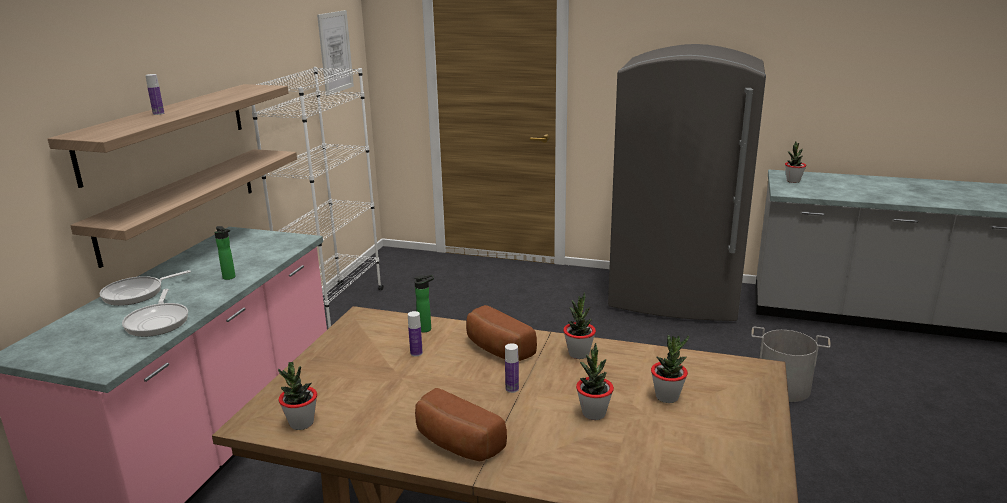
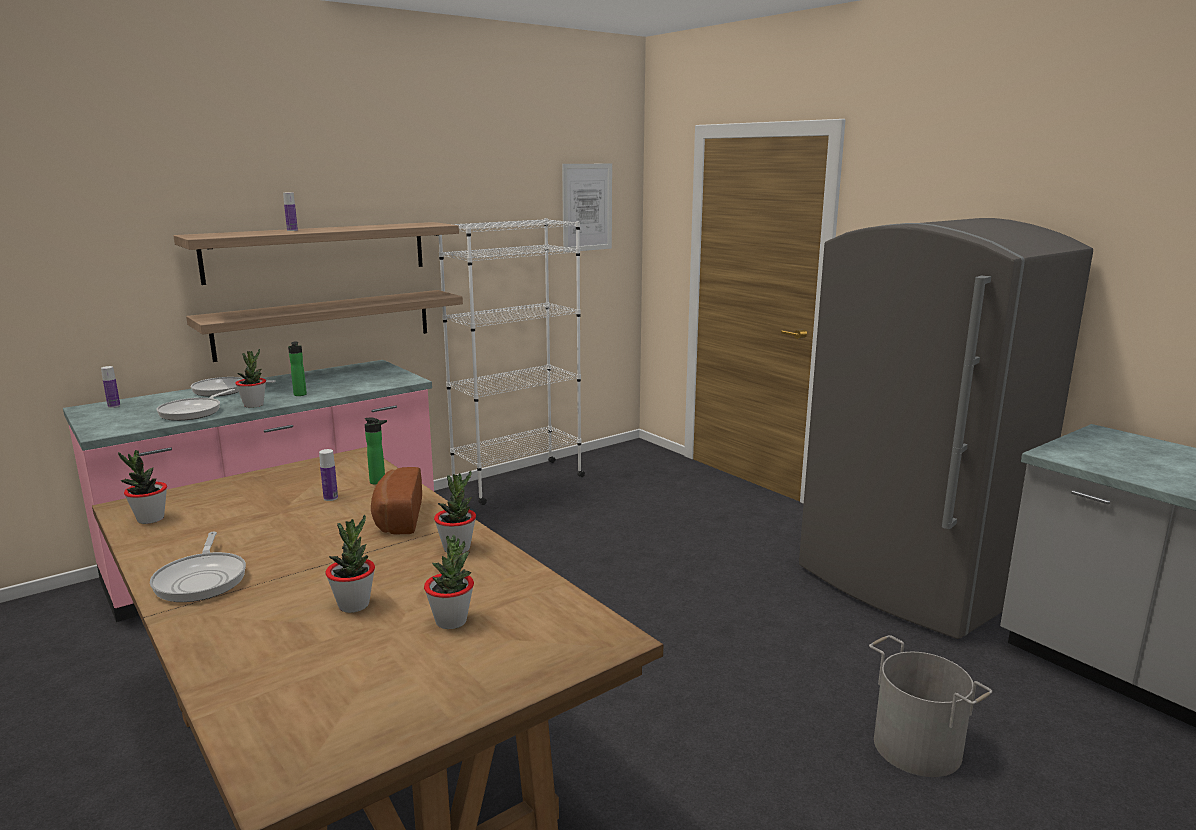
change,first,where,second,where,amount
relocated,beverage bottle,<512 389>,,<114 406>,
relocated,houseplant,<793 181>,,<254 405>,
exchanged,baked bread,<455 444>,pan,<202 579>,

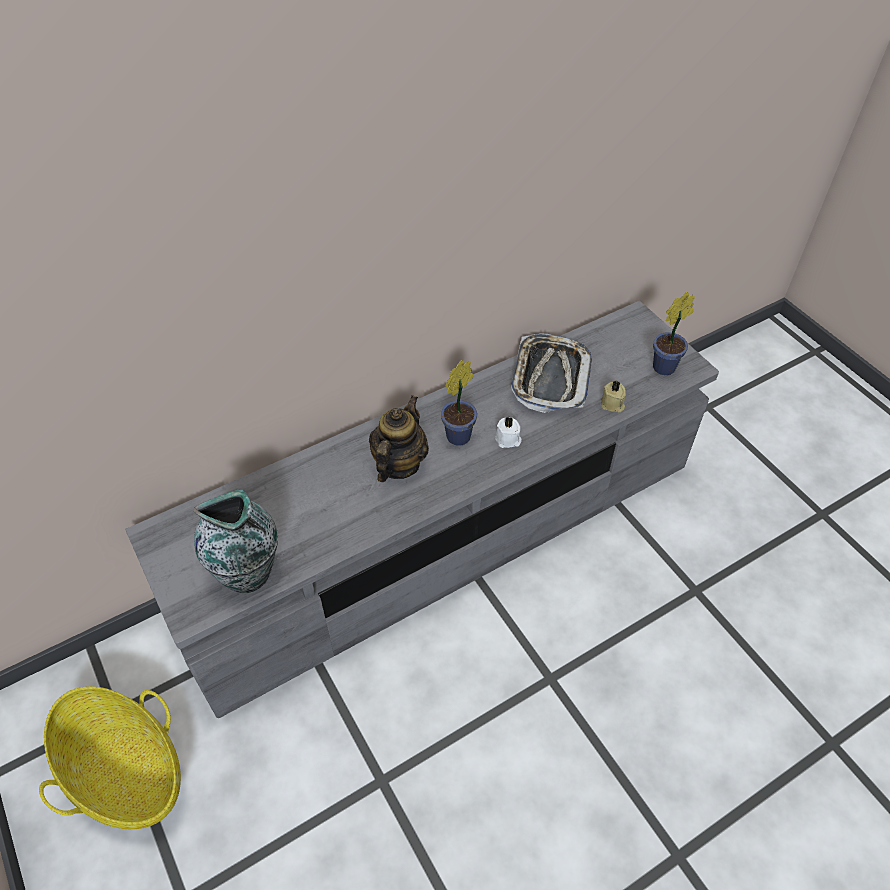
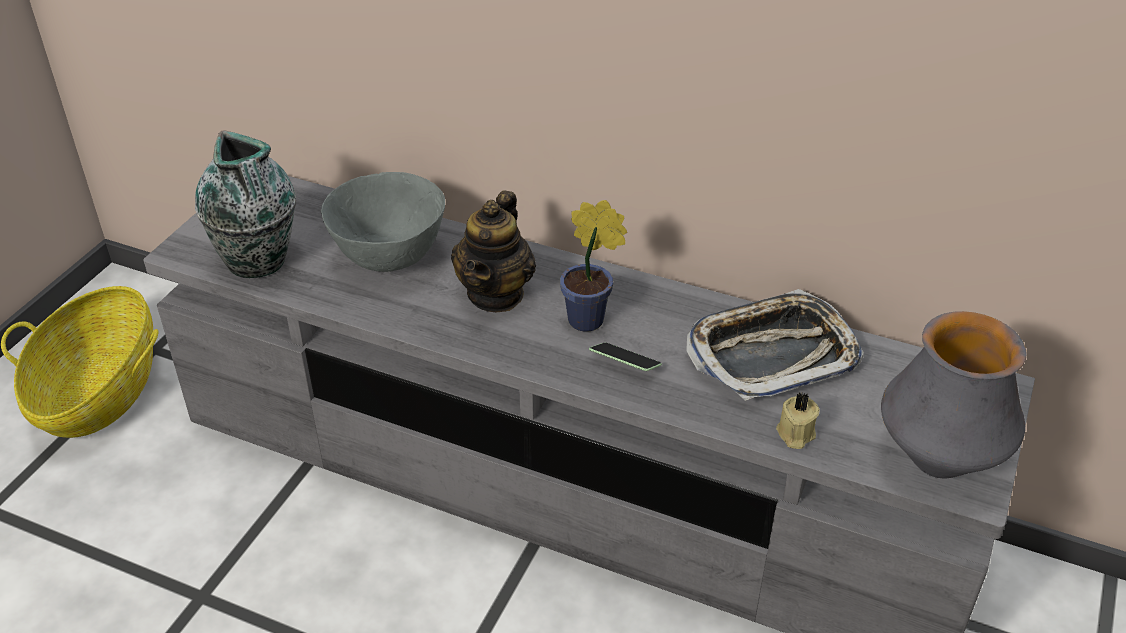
change,first,where,second,where,amount
appeared,,,gray deep dish,<389 258>,
exchanged,white-coloured candle,<508 440>,handset,<624 364>,
exchanged,houseplant,<666 366>,flower vase,<937 461>,
spun,tea pot,<398 464>,,<496 294>,120 degrees clockwise

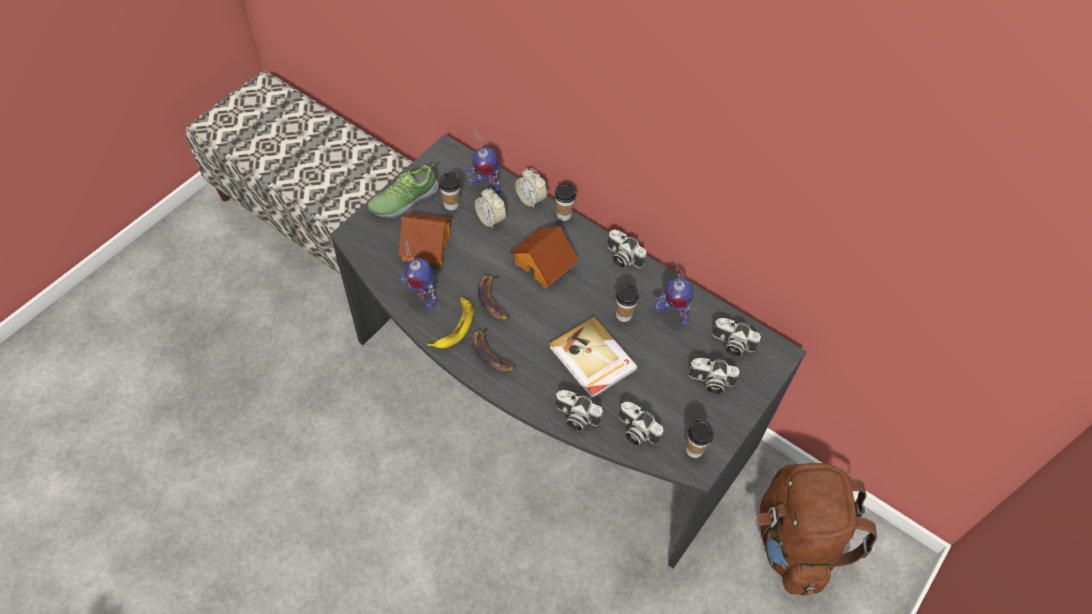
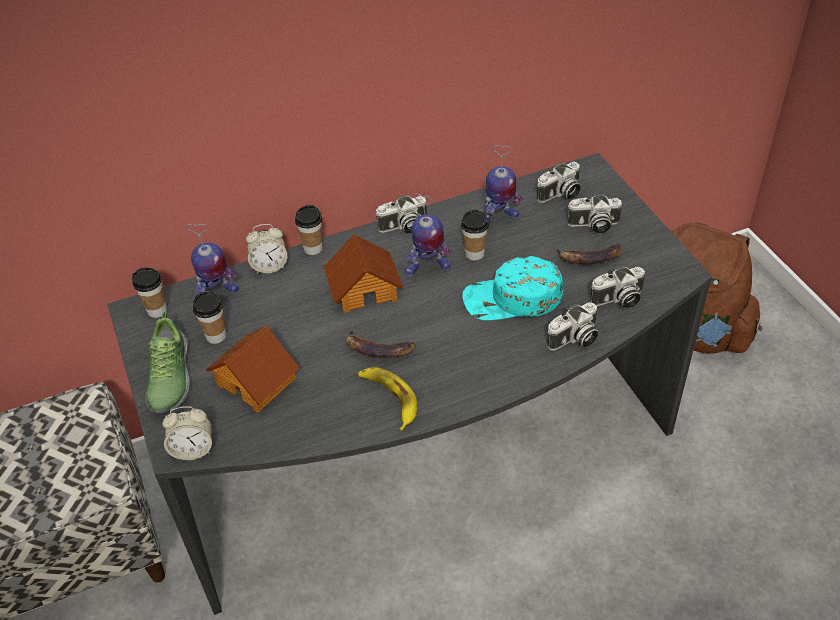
change,first,where,second,where,amount
relocated,model robot,<422 295>,,<427 268>,
relocated,banana fruit,<491 353>,,<589 258>,
relocated,table clock,<490 219>,,<193 449>,
relocated,drinking cup,<694 450>,,<157 310>,
exchanged,book,<592 360>,turquoise-coloured cap,<512 298>,
spun,still camera,<710 382>,,<593 225>,45 degrees clockwise

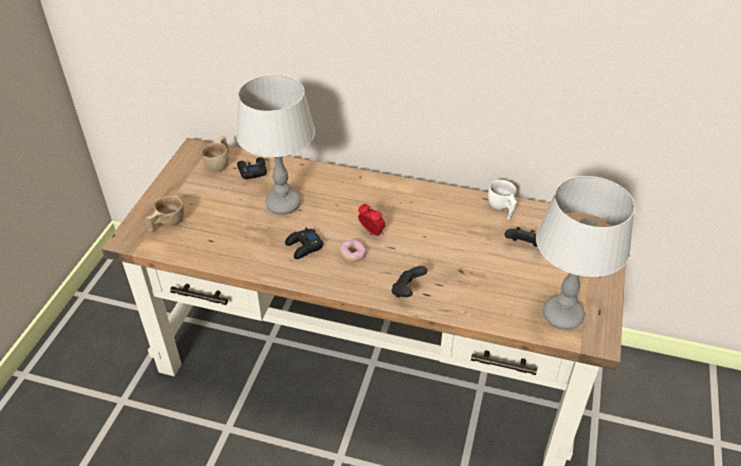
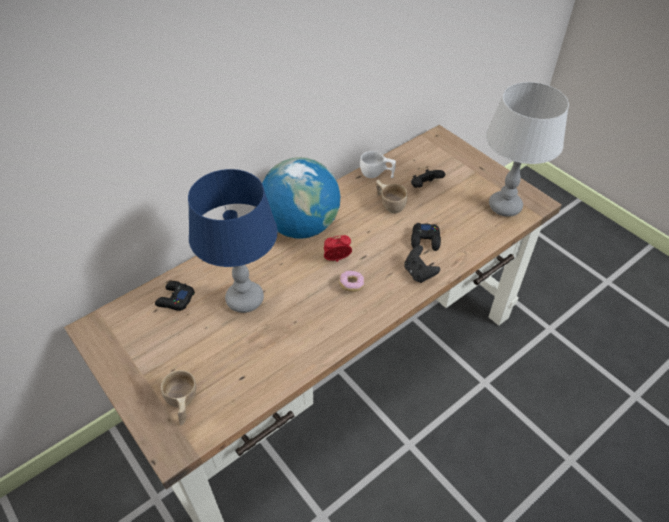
change,first,where,second,where,amount
appeared,,,globe,<301 226>,
relocated,sand-coloured drinking cup,<220 163>,,<389 204>,
relocated,black-coloured joypad,<304 247>,,<425 240>,
colour,gray table lamp,<283 204>,bluish table lamp,<244 299>,

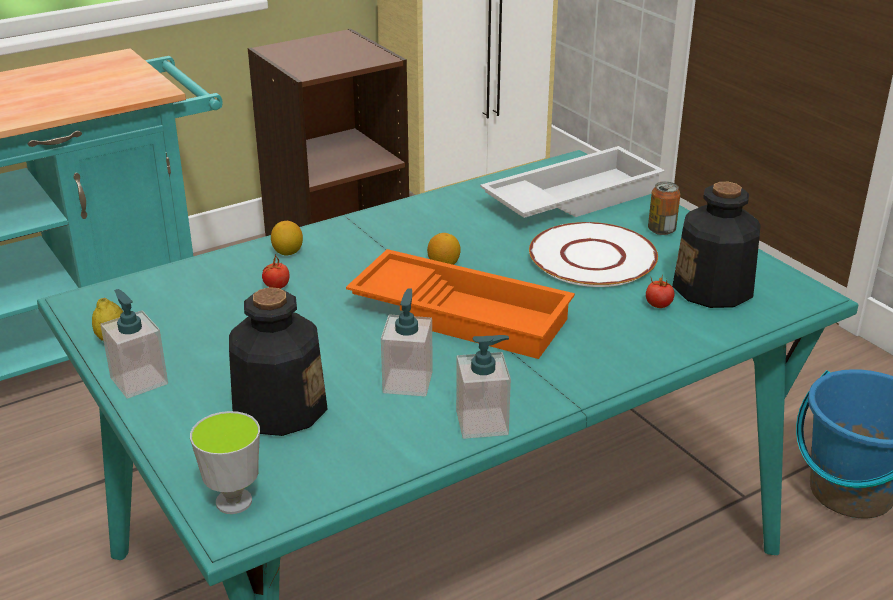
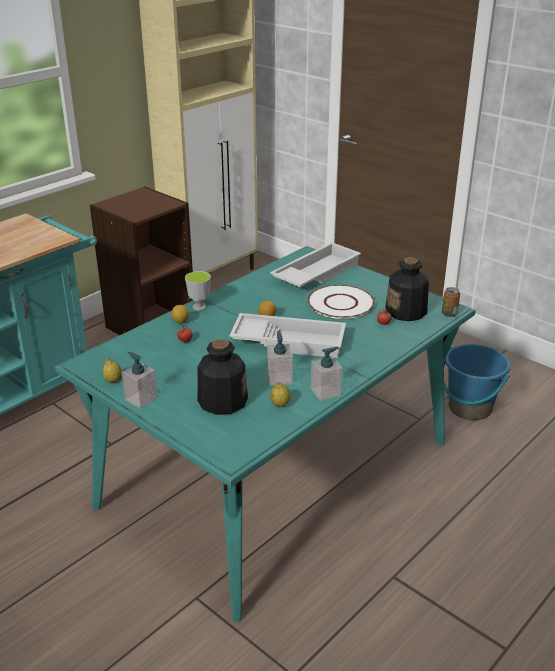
change,first,where,second,where,amount
appeared,,,whole lemon,<280 404>,
relocated,drinking cup,<234 501>,,<199 307>,
relocated,can,<661 230>,,<449 314>,
colour,orangey tray,<463 313>,white-coloured tray,<289 341>,

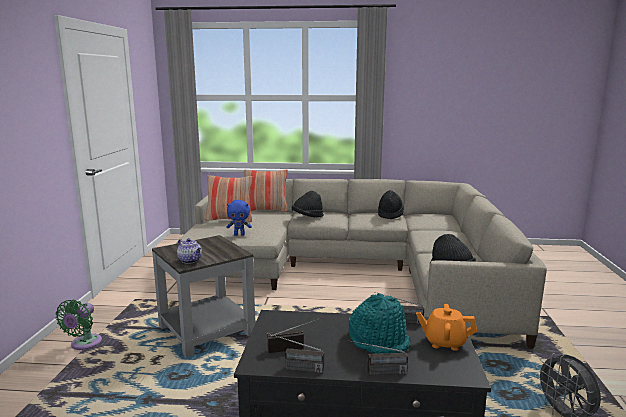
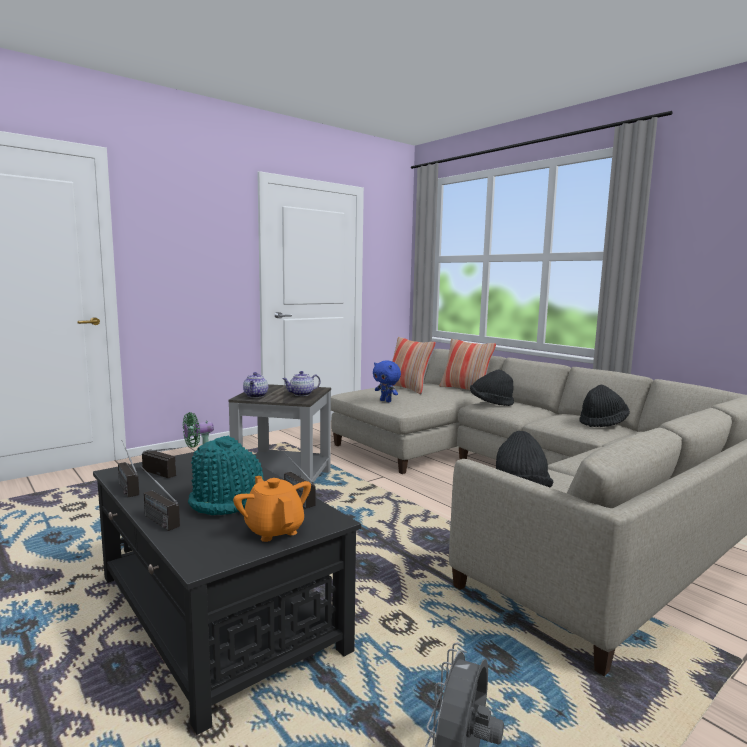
change,first,where,second,where,amount
appeared,,,tea pot,<301 394>,

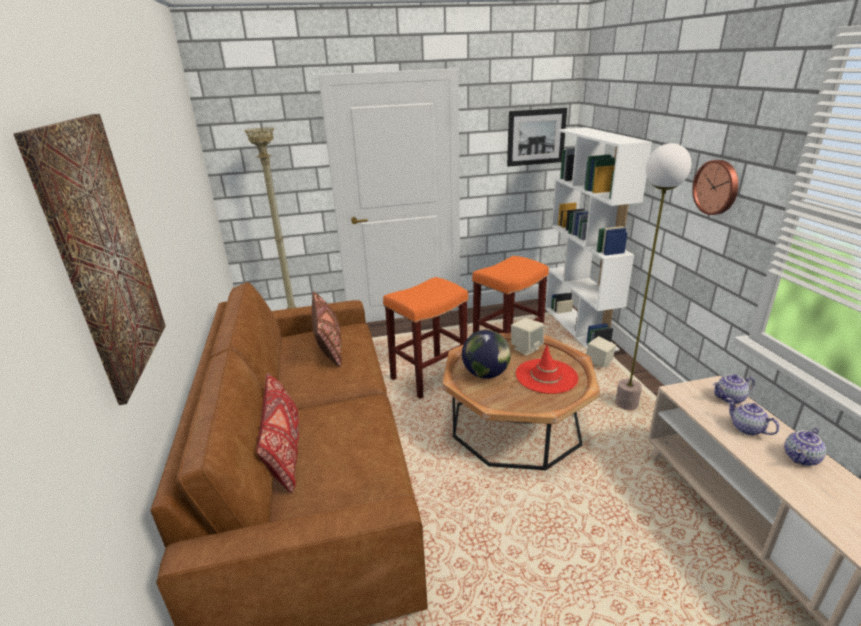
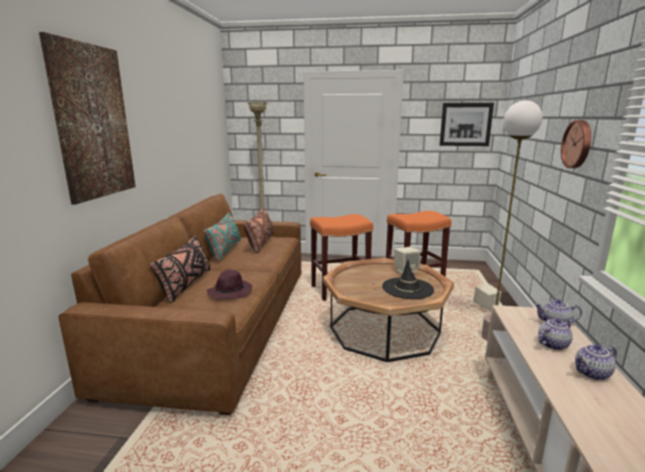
change,first,where,second,where,amount
missing,globe,<486 374>,,,
missing,white-coloured shelving unit,<580 328>,,,
appeared,,,turquoise-coloured pillow,<225 250>,
appeared,,,purplish clothing hat,<230 291>,
colour,red-coloured pillow,<284 451>,black-coloured pillow,<185 285>,
colour,red-coloured clothing hat,<546 376>,black-coloured clothing hat,<407 288>,
spun,tea pot,<746 428>,,<552 344>,75 degrees clockwise

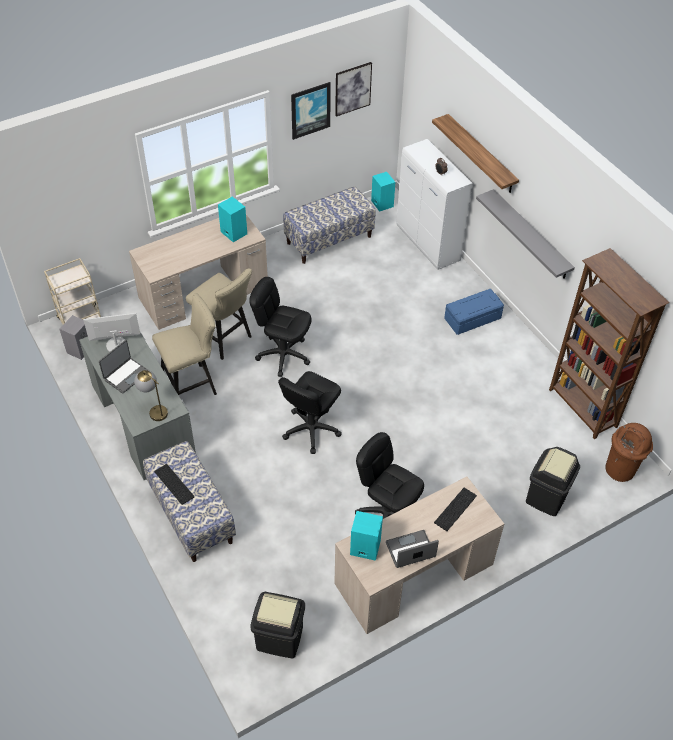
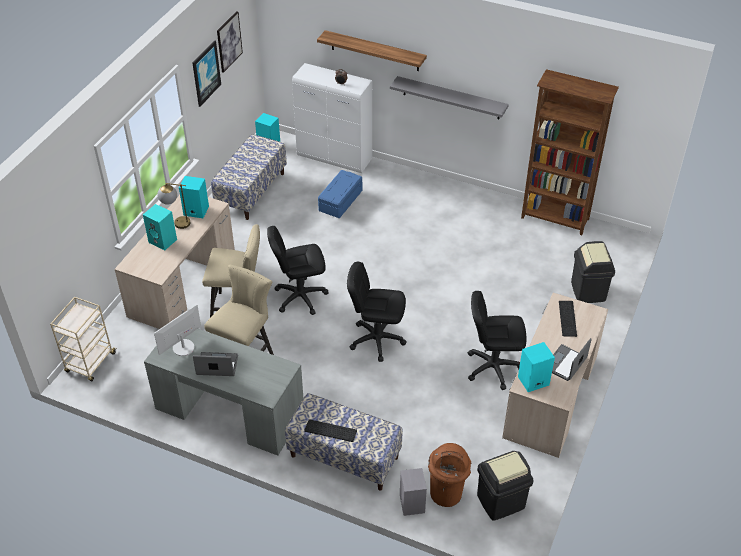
change,first,where,second,where,amount
appeared,,,turquoise-coloured speaker,<163 241>,
relocated,gray speaker,<80 349>,,<411 503>,
relocated,table lamp,<154 410>,,<176 223>,
relocated,bluish storage bin,<472 318>,,<340 200>,
relocated,brown-coloured rubbish bin,<620 470>,,<446 493>,
spun,notebook computer,<126 375>,,<217 366>,90 degrees counterclockwise
spun,black-coloured desk chair,<311 429>,,<377 339>,105 degrees clockwise

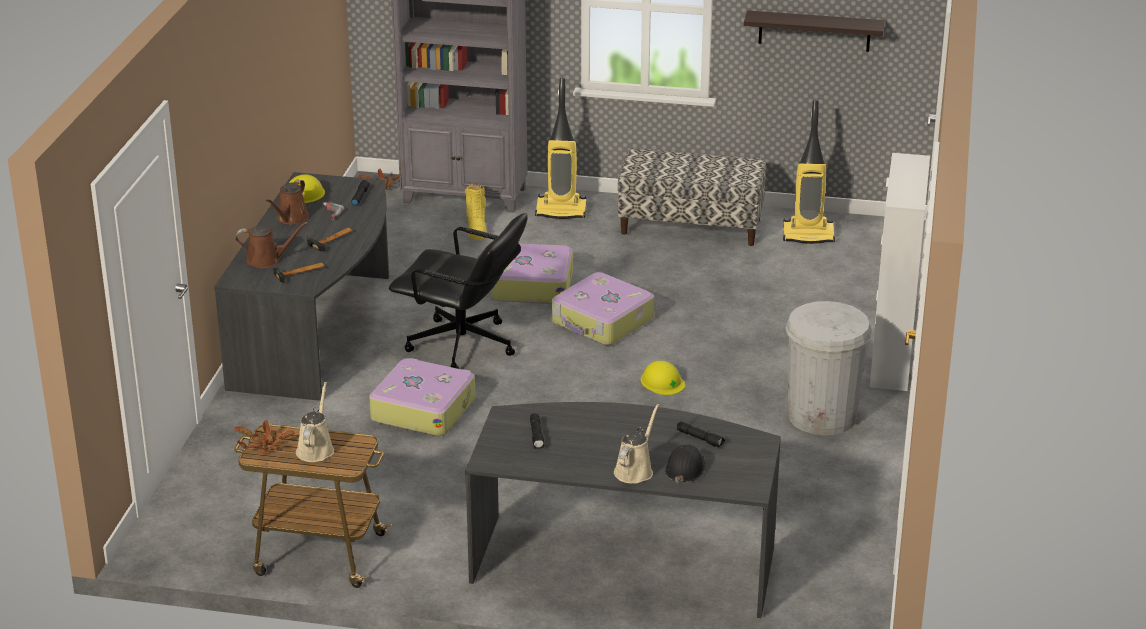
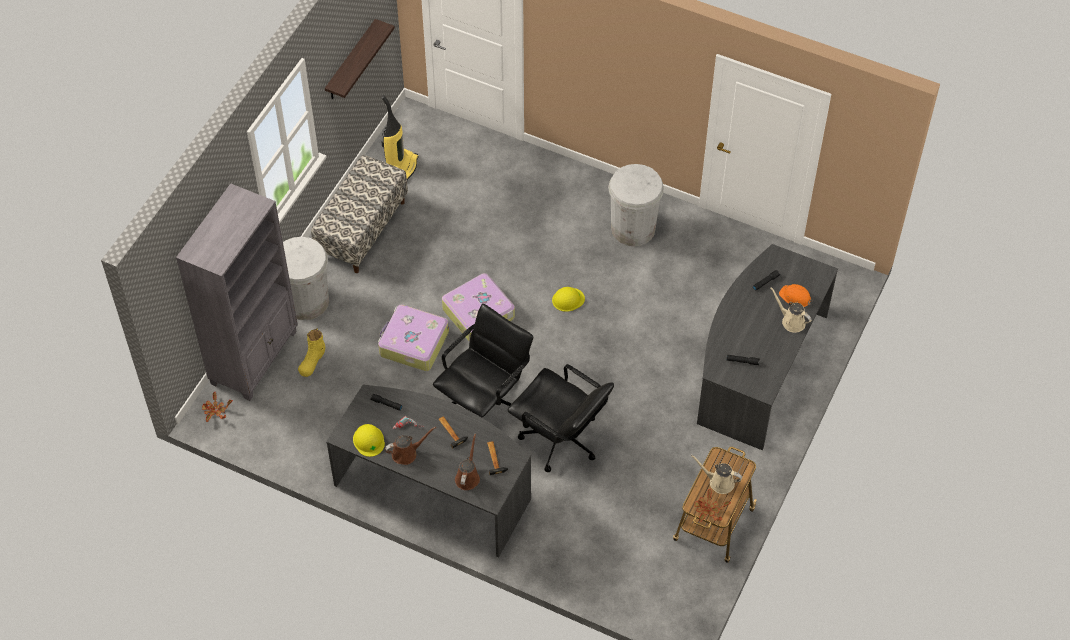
change,first,where,second,where,amount
missing,cabinet,<891 358>,,,
exchanged,suitcase,<423 409>,black-coloured desk chair,<560 440>,
exchanged,vacuum cleaner,<561 211>,white-coloured rubbish bin,<306 301>,
colour,black-coloured safety helmet,<685 468>,orangey safety helmet,<795 297>,
spun,brown-coloured watering pot,<291 219>,,<407 453>,60 degrees counterclockwise
spun,yellow tall boot,<476 228>,,<312 360>,105 degrees clockwise

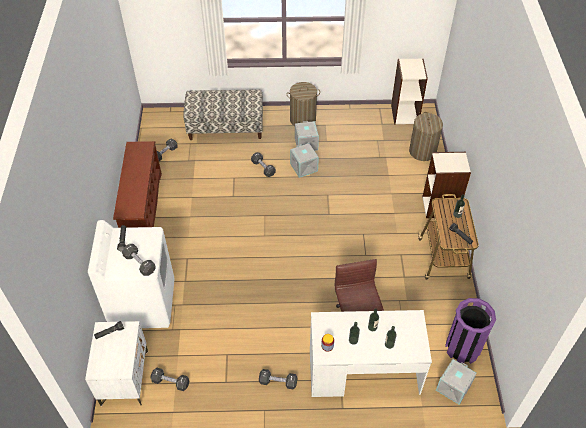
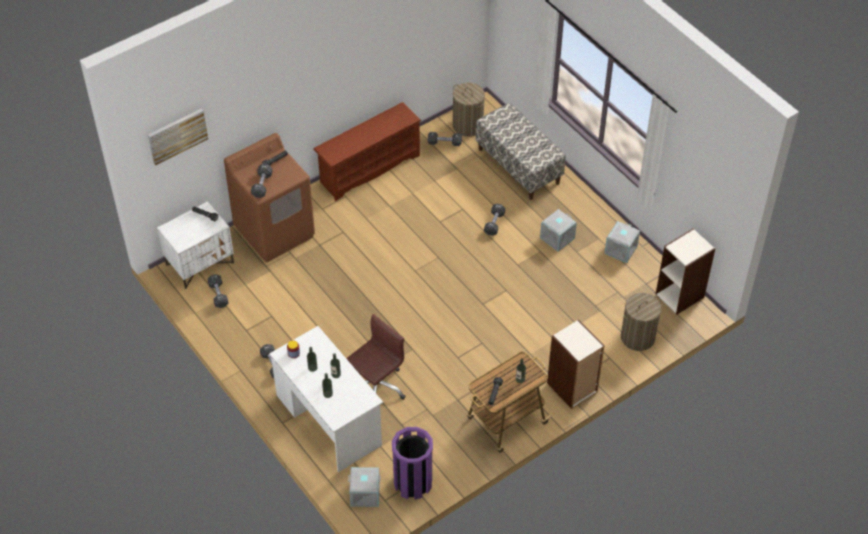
change,first,where,second,where,amount
appeared,,,wall art,<177 135>,
relocated,hamper,<302 120>,,<467 125>,
relocated,gray storage bin,<304 167>,,<621 250>,
colour,white-coloured laundry machine,<143 303>,brown-coloured laundry machine,<275 231>,

